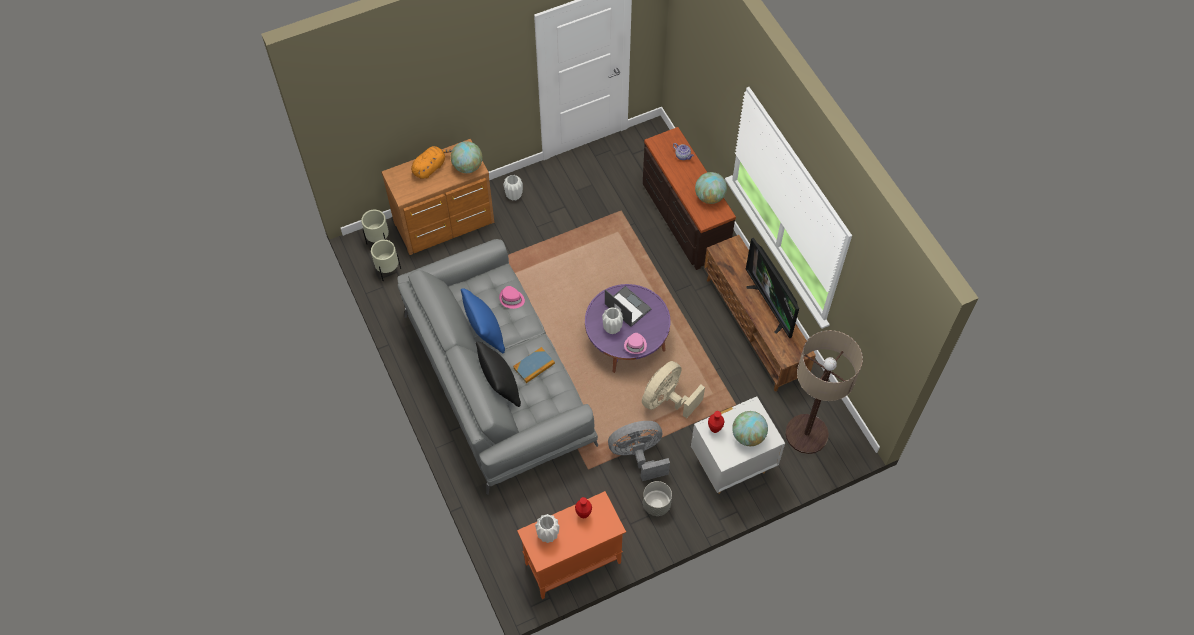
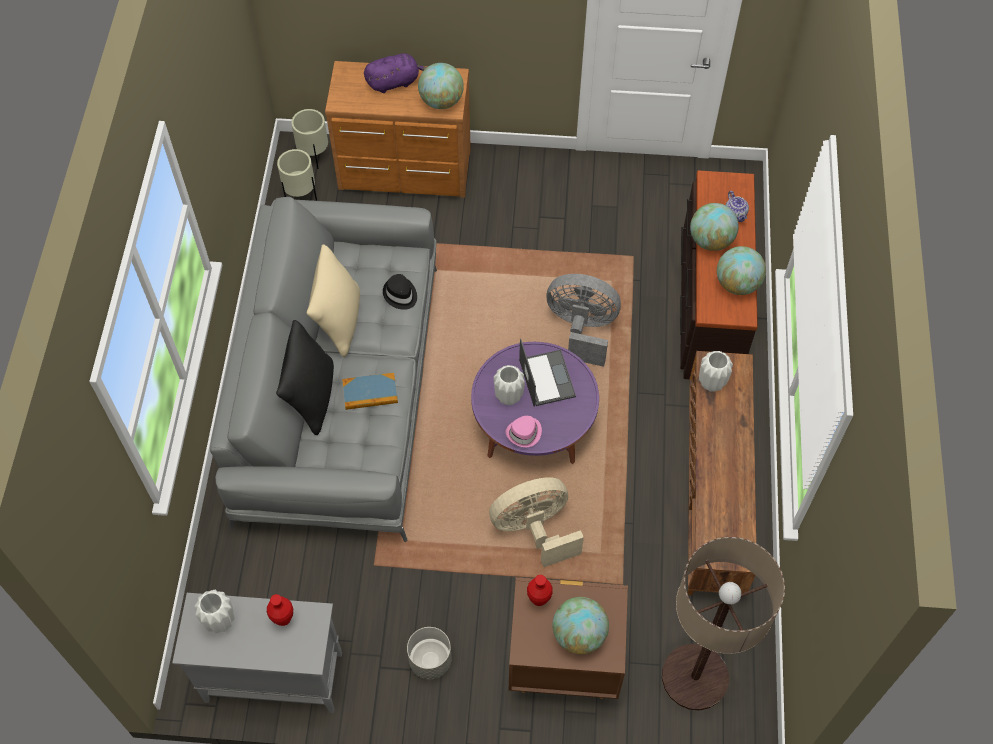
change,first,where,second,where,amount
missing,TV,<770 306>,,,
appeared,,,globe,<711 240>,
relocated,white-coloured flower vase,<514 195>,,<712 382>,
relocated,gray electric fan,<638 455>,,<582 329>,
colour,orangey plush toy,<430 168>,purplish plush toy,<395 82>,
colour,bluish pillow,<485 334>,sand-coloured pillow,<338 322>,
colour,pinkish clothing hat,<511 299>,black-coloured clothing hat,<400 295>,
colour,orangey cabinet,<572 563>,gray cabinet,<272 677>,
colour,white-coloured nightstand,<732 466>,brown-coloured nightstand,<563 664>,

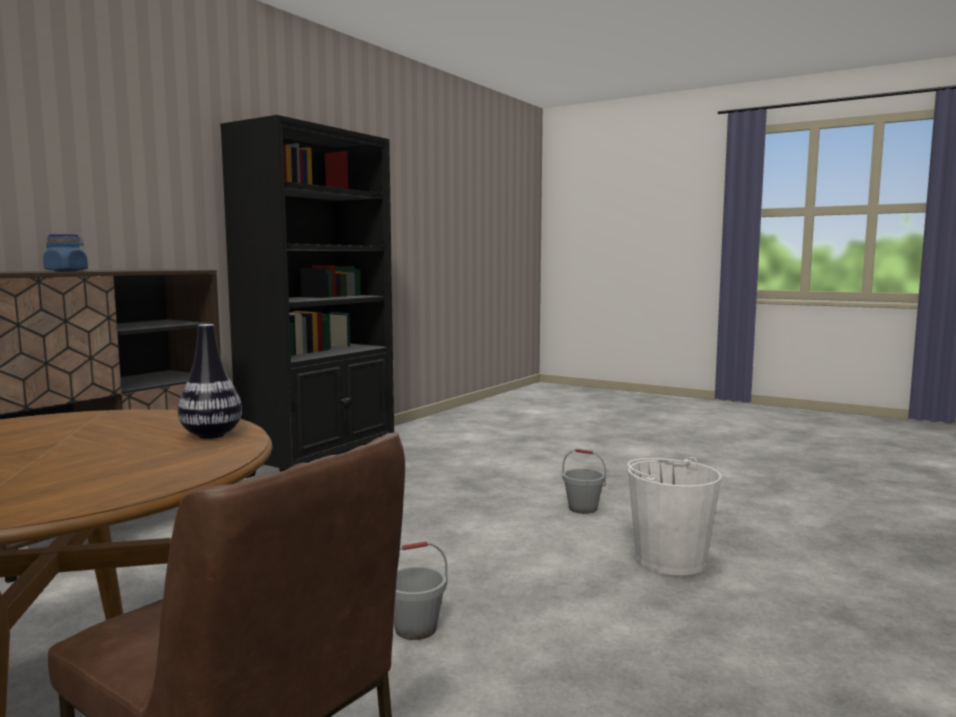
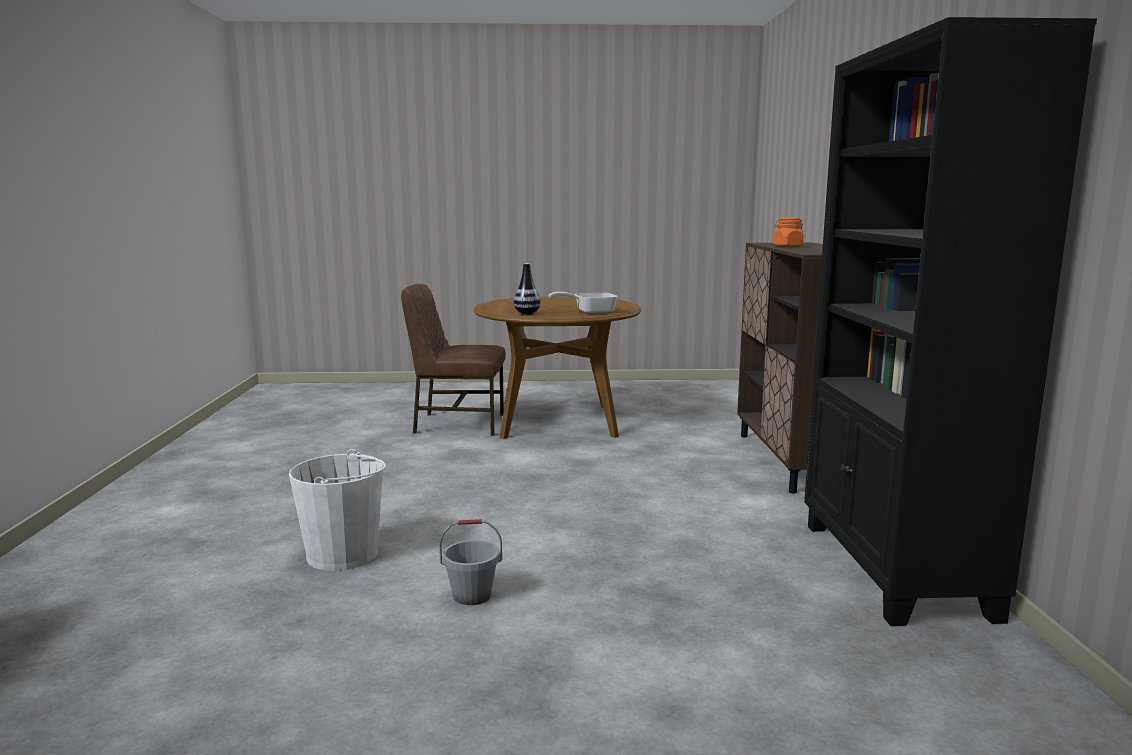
change,first,where,second,where,amount
missing,gray pail,<415 629>,,,
appeared,,,pan,<589 312>,
colour,bluish jar,<66 271>,orangey jar,<787 246>,

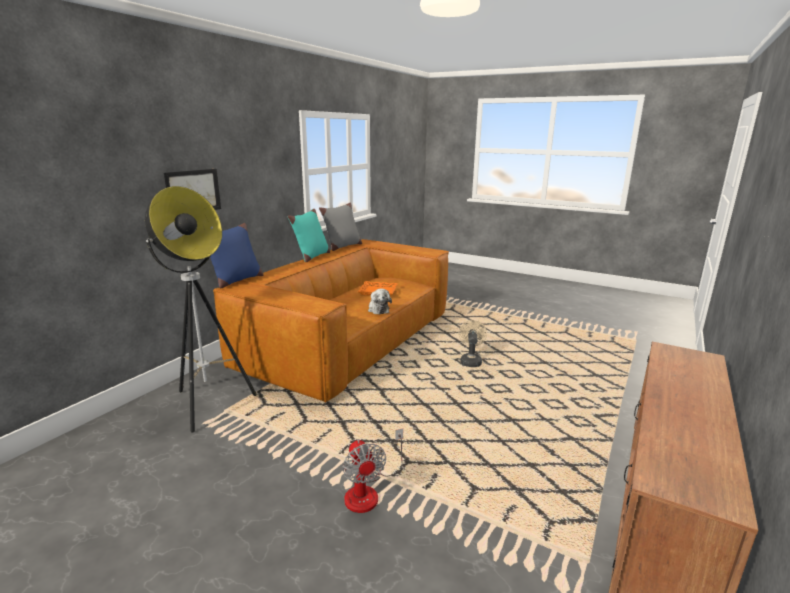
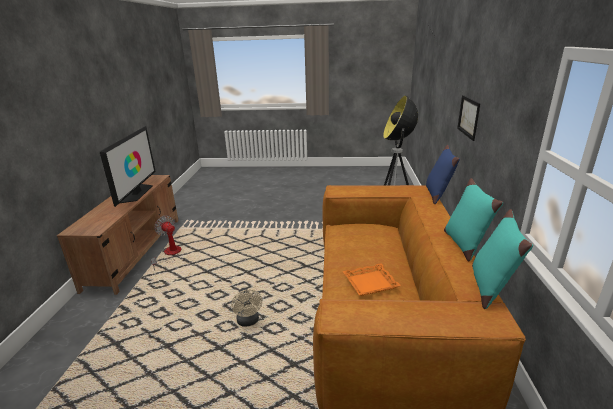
change,first,where,second,where,amount
missing,plush toy,<378 309>,,,
appeared,,,TV,<137 193>,
relocated,electric fan,<369 491>,,<170 254>,
colour,gray pillow,<342 246>,turquoise-coloured pillow,<490 287>,

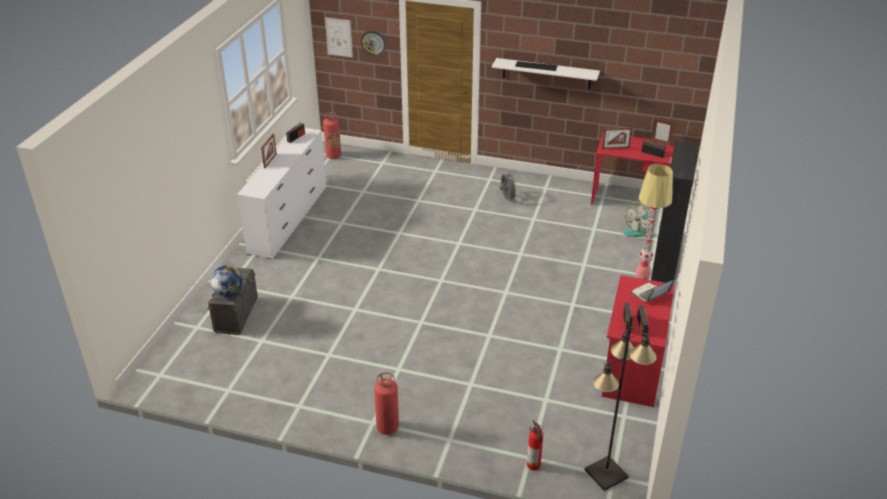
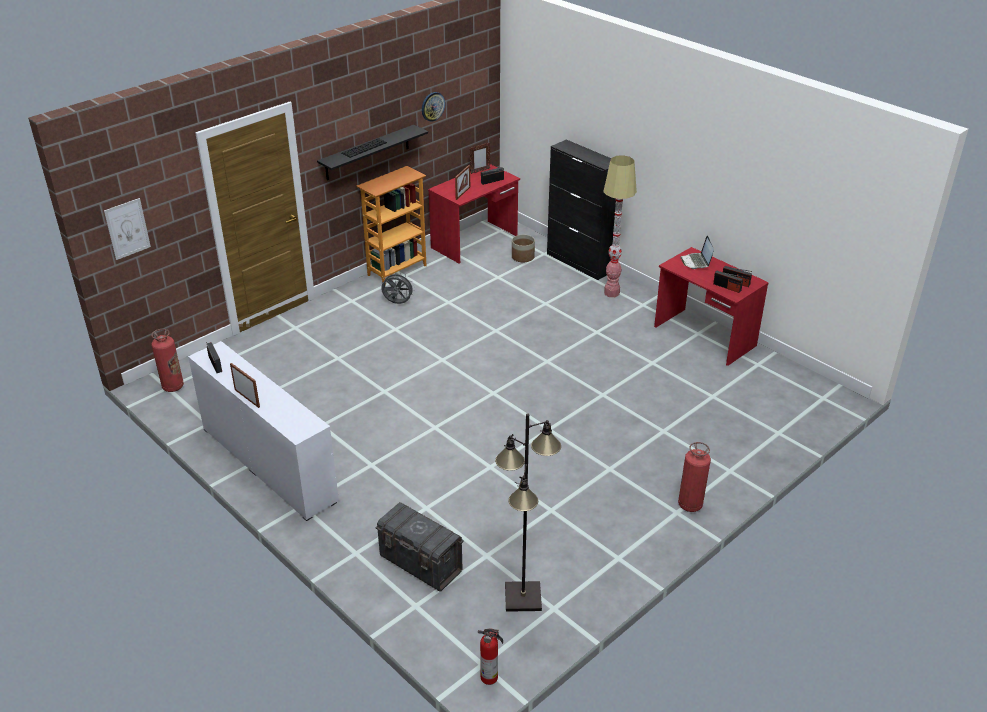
change,first,where,second,where,amount
missing,globe,<228 292>,,,
appeared,,,shelving unit,<396 270>,
relocated,hanging clock,<373 42>,,<432 106>,
relocated,fire-fighting cylinder,<534 465>,,<490 677>,
relocated,black-coloured floor lamp,<606 474>,,<523 598>,
exchanged,electric fan,<637 230>,plant pot,<523 257>,
colour,white-coloured bracket shelf,<546 73>,black-coloured bracket shelf,<367 153>,

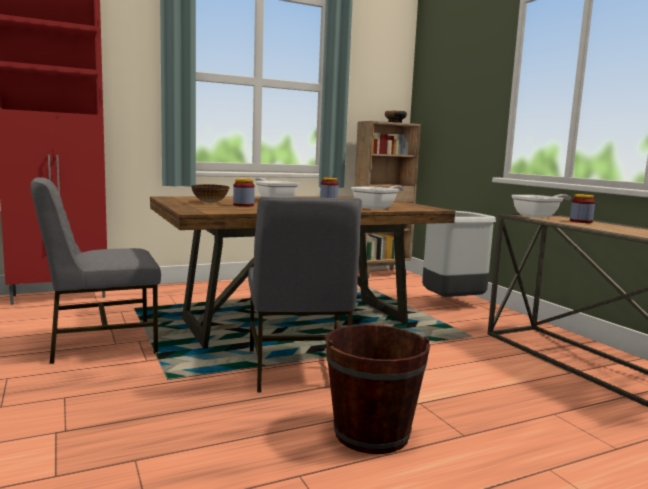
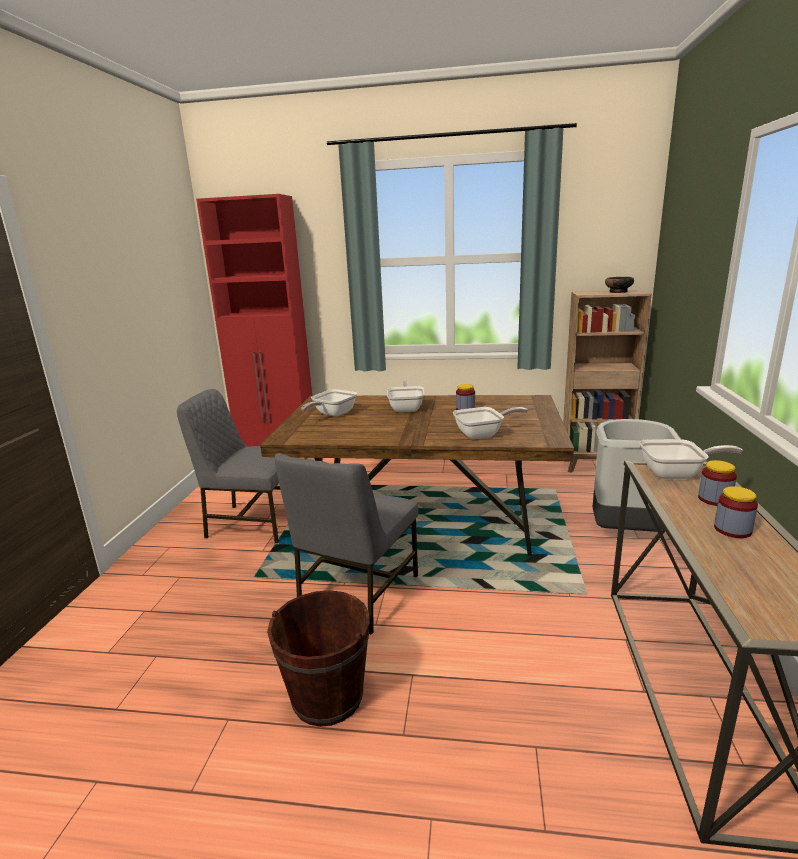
change,first,where,second,where,amount
relocated,jar,<243 205>,,<732 530>,
exchanged,deep dish,<209 203>,pan,<332 414>,

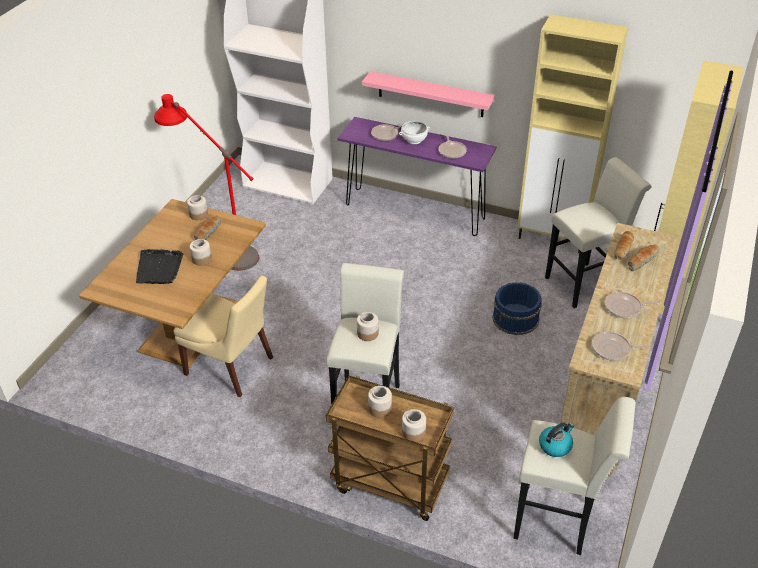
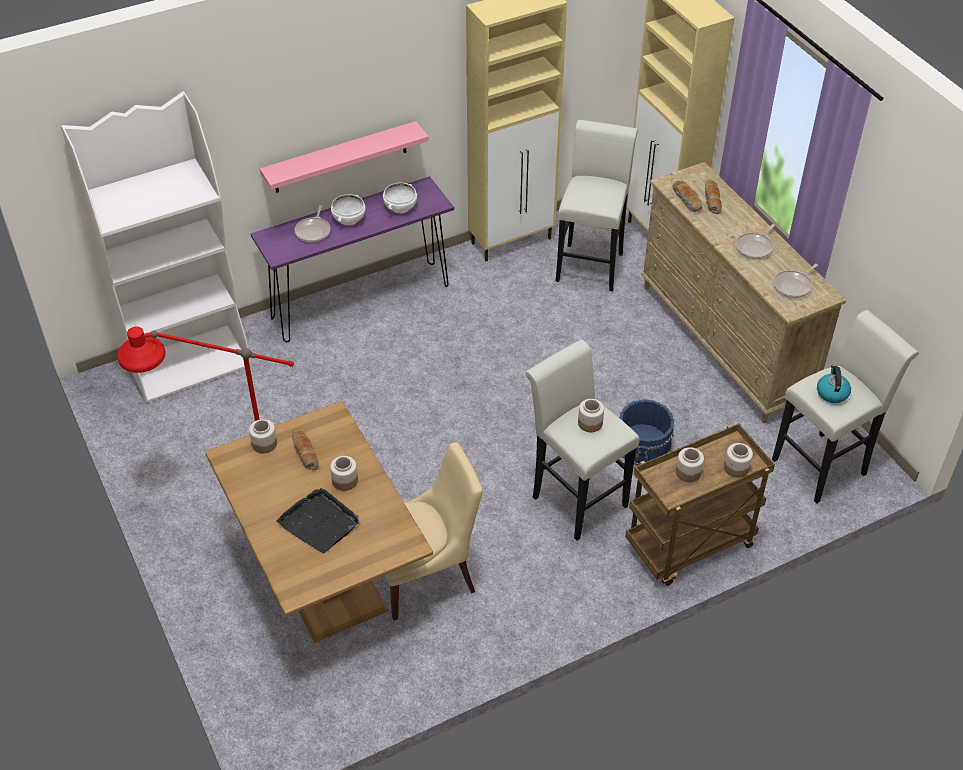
change,first,where,second,where,amount
relocated,bluish pail,<516 319>,,<644 444>,
exchanged,pan,<452 151>,white-coloured deep dish,<400 207>,

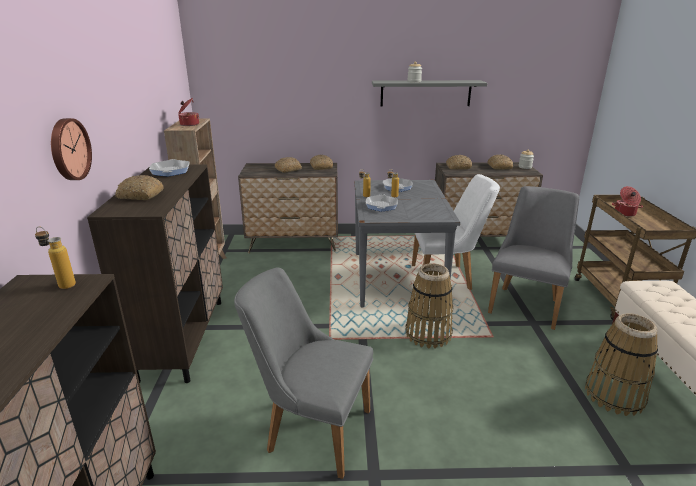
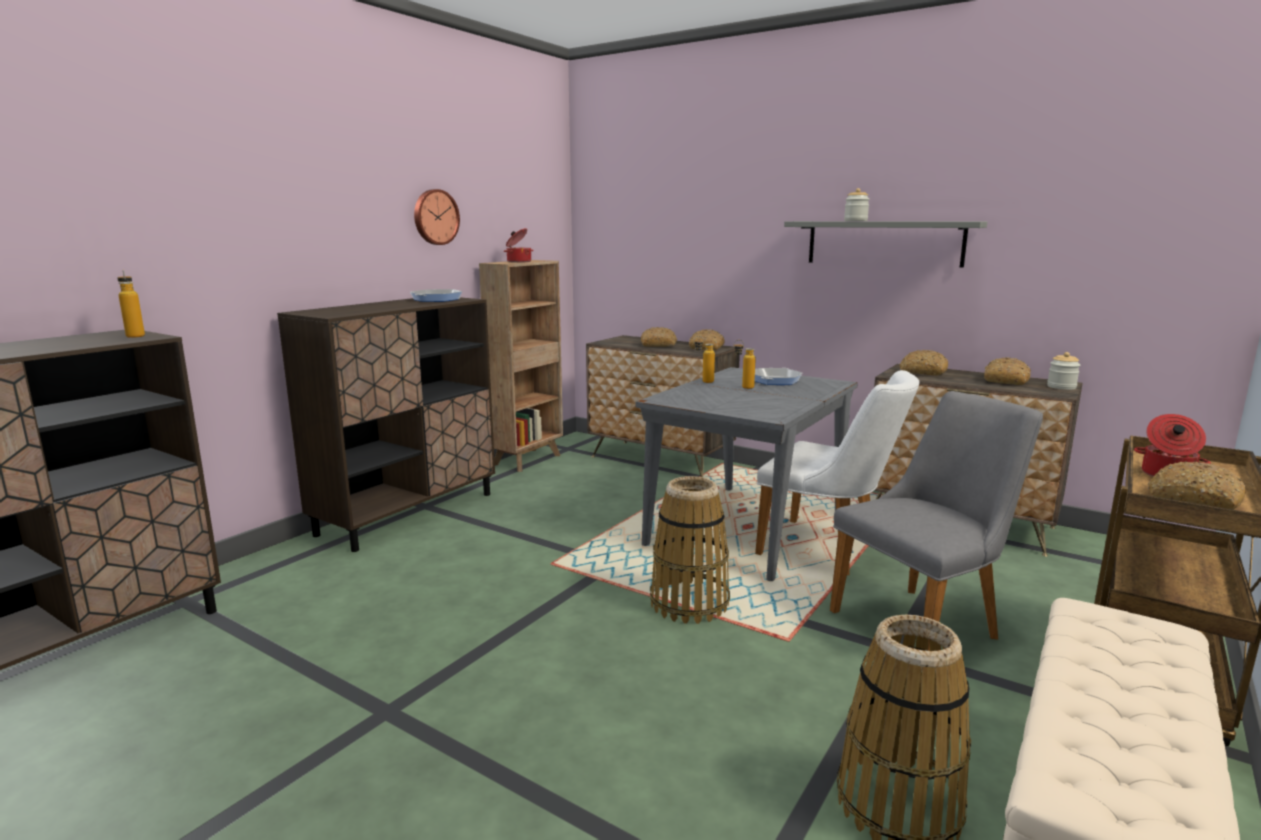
change,first,where,second,where,amount
missing,gray upright chair,<310 428>,,,
missing,pan,<381 206>,,,
relocated,hanging clock,<68 149>,,<435 217>,
relocated,baked bread,<140 195>,,<1193 499>,

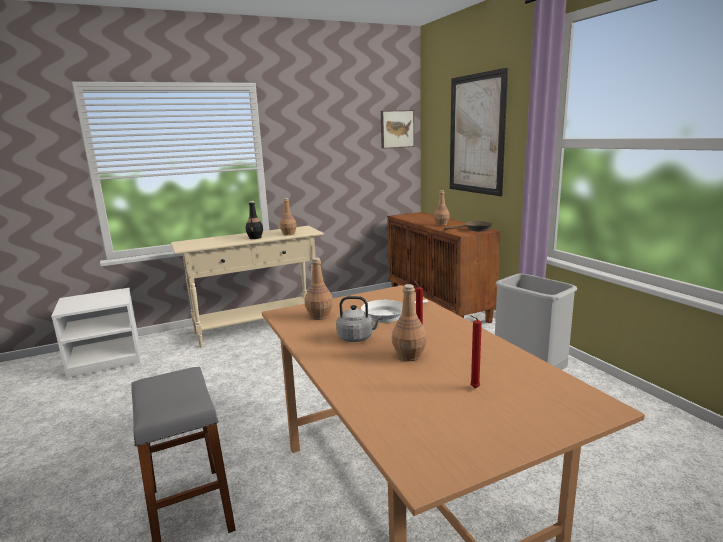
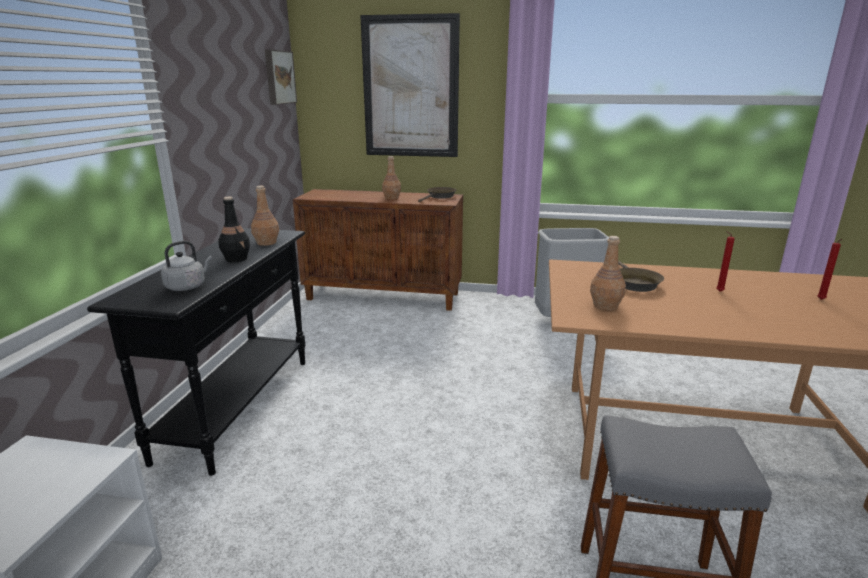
change,first,where,second,where,amount
missing,brown-coloured beverage bottle,<408 355>,,,
relocated,gray kettle,<357 338>,,<188 286>,
colour,sand-coloured narrow table,<258 327>,black-coloured narrow table,<238 406>,
colour,white-coloured pan,<387 315>,brown-coloured pan,<634 283>,

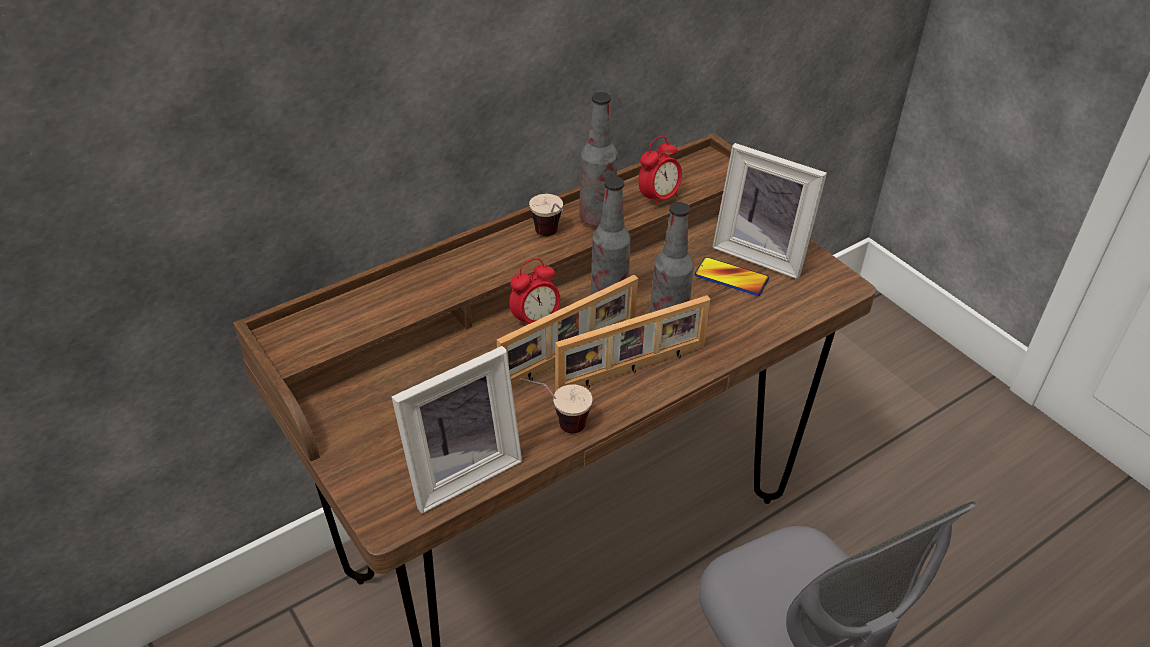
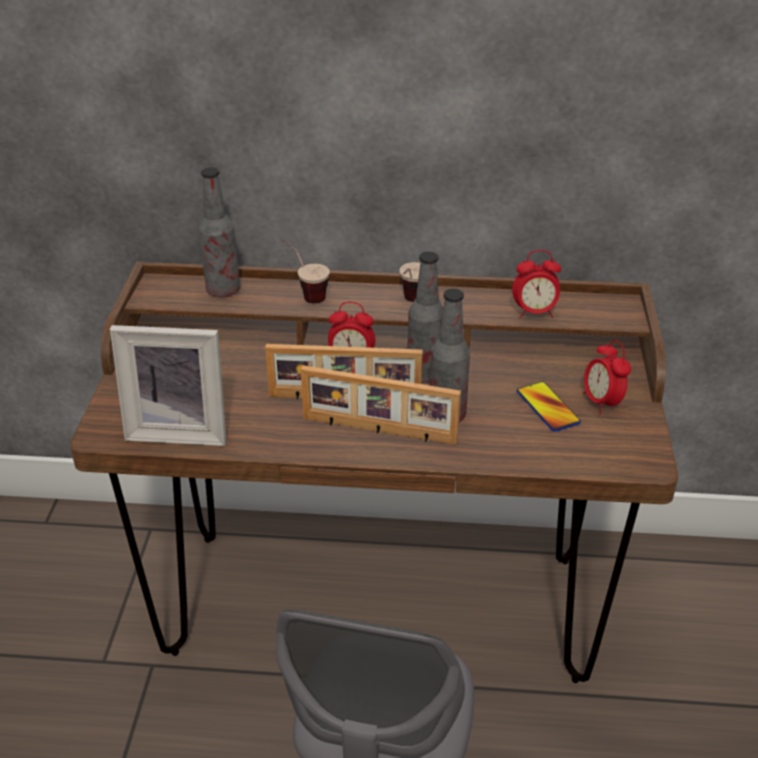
change,first,where,second,where,amount
relocated,drinking cup,<556 424>,,<305 293>,
relocated,beverage bottle,<597 218>,,<223 290>,
exchanged,photo frame,<762 253>,table clock,<601 402>,

